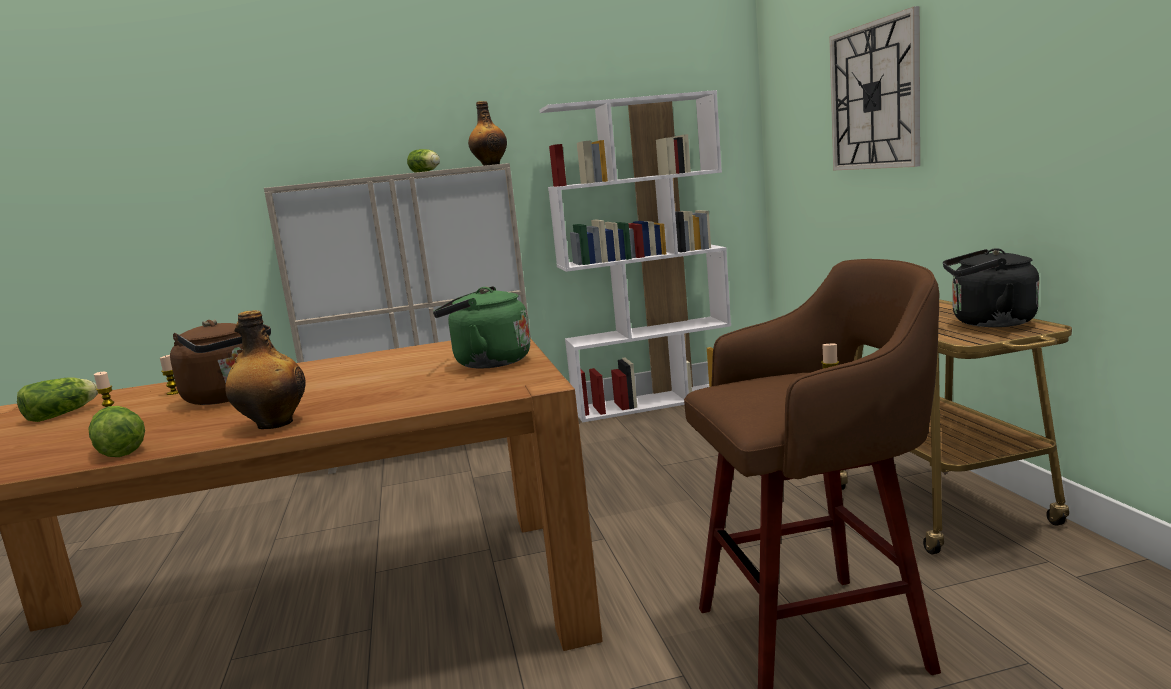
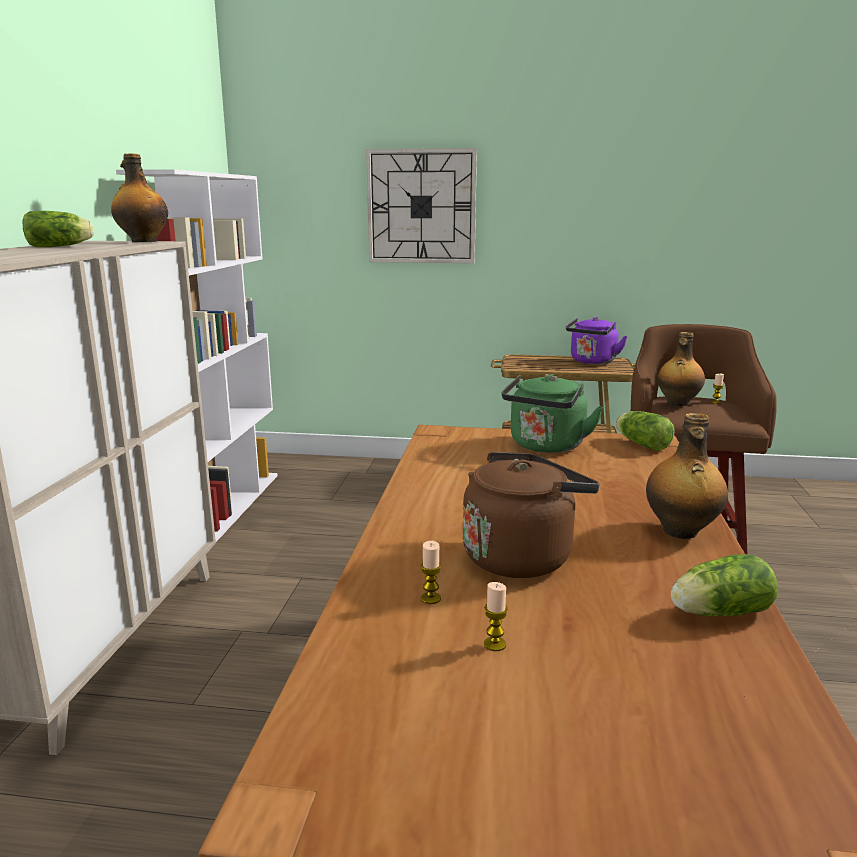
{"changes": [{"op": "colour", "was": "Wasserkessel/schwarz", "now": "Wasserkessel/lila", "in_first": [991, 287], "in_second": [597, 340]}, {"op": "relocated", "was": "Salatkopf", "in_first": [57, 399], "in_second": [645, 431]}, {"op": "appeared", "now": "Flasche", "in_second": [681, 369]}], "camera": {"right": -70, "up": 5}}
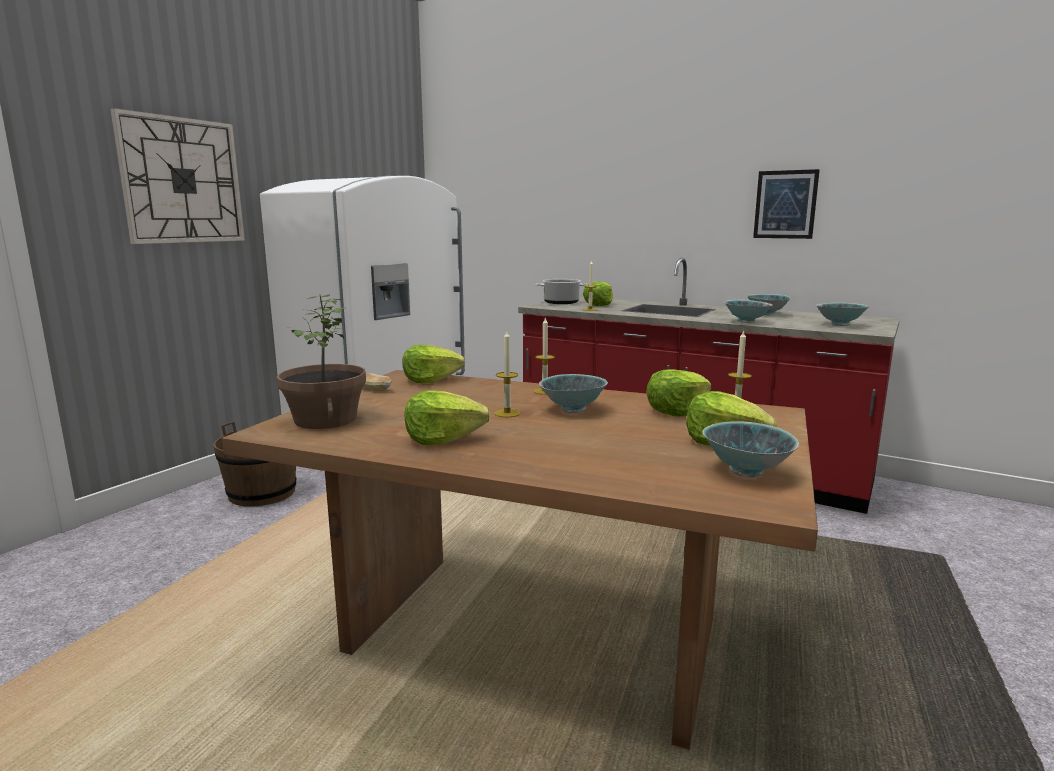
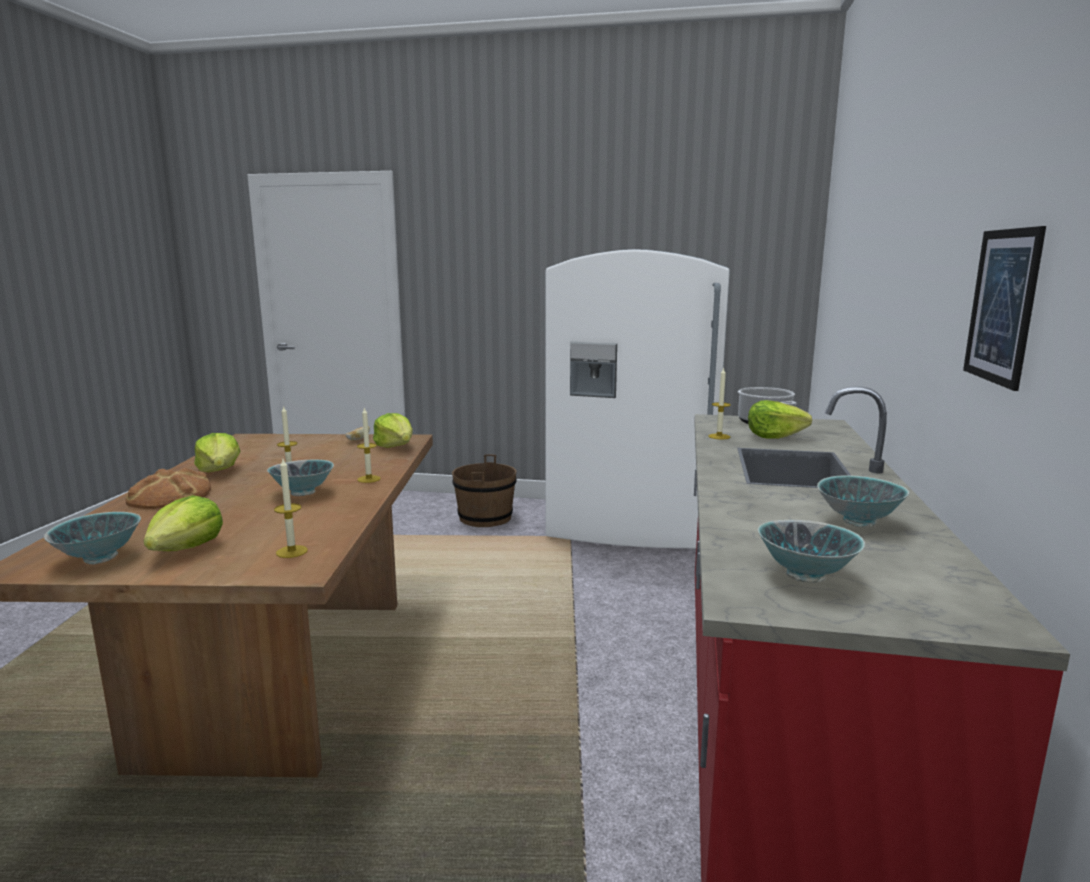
{"changes": [{"op": "appeared", "now": "Brot", "in_second": [168, 488]}, {"op": "missing", "was": "Wanduhr", "in_first": [177, 176]}, {"op": "missing", "was": "Topfpflanze", "in_first": [321, 362]}, {"op": "missing", "was": "Salatkopf", "in_first": [678, 393]}, {"op": "missing", "was": "Schüssel", "in_first": [748, 311]}], "camera": {"right": 70, "up": 0}}
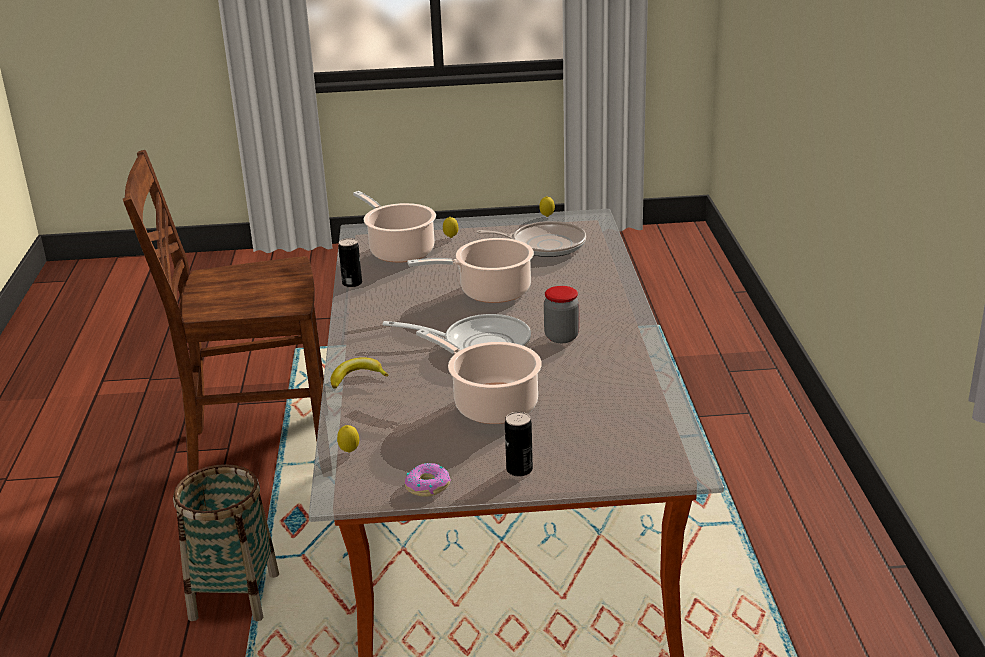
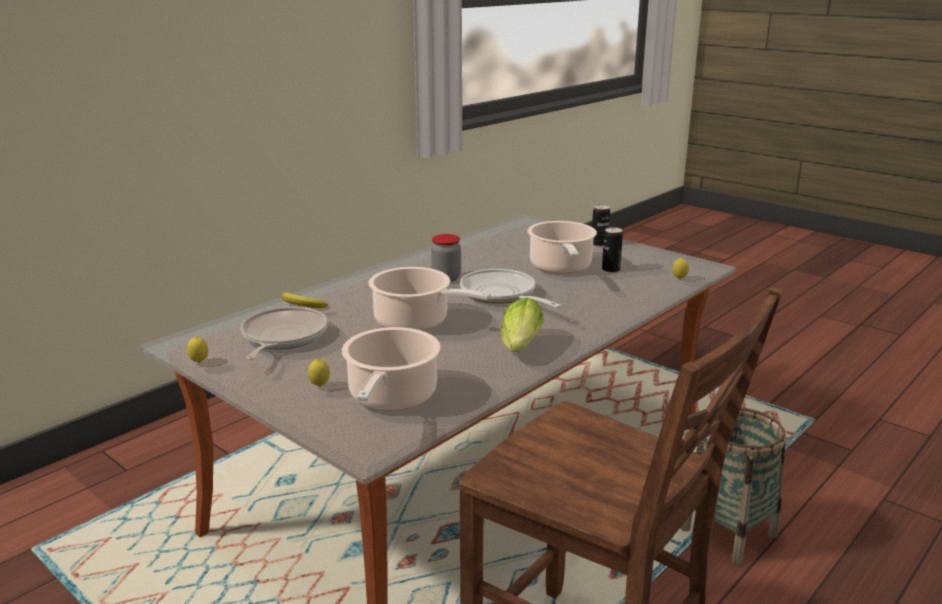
{"changes": [{"op": "spun", "was": "Pfanne", "in_first": [531, 239], "in_second": [284, 333], "clockwise": 45}, {"op": "relocated", "was": "Banane", "in_first": [359, 373], "in_second": [305, 300]}, {"op": "appeared", "now": "Salatkopf", "in_second": [522, 324]}, {"op": "relocated", "was": "Dose", "in_first": [350, 263], "in_second": [612, 250]}, {"op": "missing", "was": "Donut", "in_first": [428, 480]}], "camera": {"right": -135, "up": -5}}
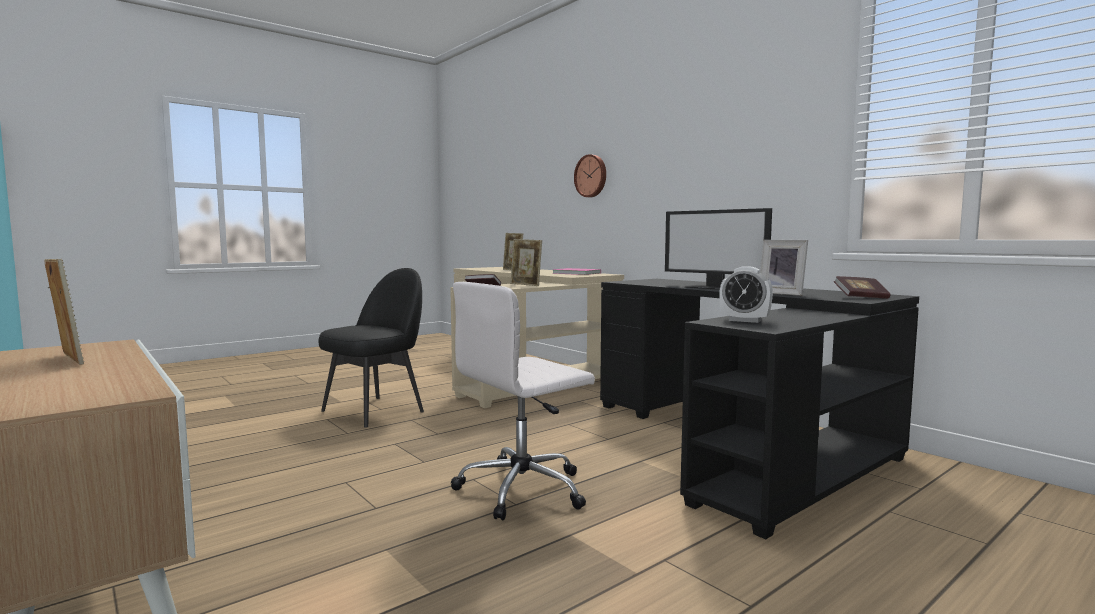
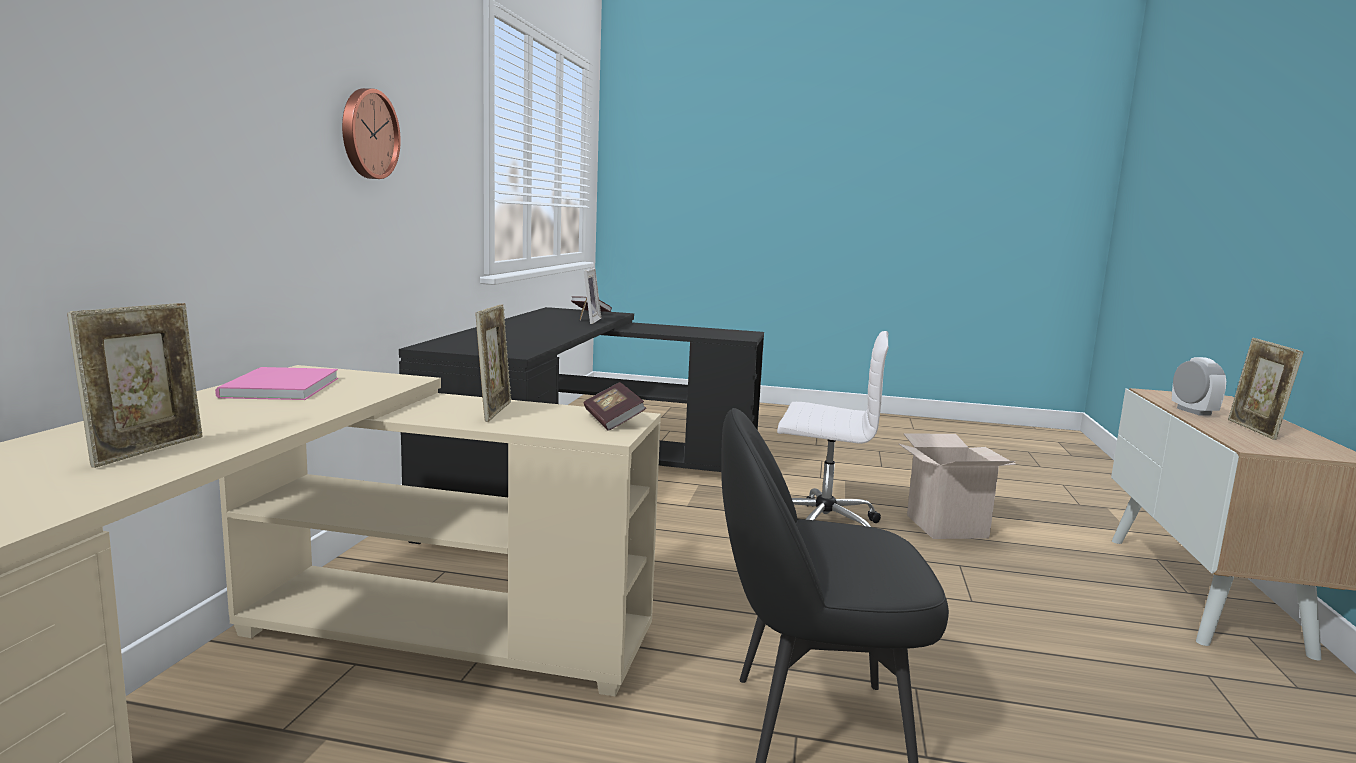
{"changes": [{"op": "relocated", "was": "Wanduhr", "in_first": [590, 175], "in_second": [371, 133]}, {"op": "appeared", "now": "Karton", "in_second": [957, 486]}, {"op": "relocated", "was": "Wecker", "in_first": [746, 294], "in_second": [1199, 386]}, {"op": "missing", "was": "Monitor", "in_first": [718, 249]}], "camera": {"right": -130, "up": 5}}
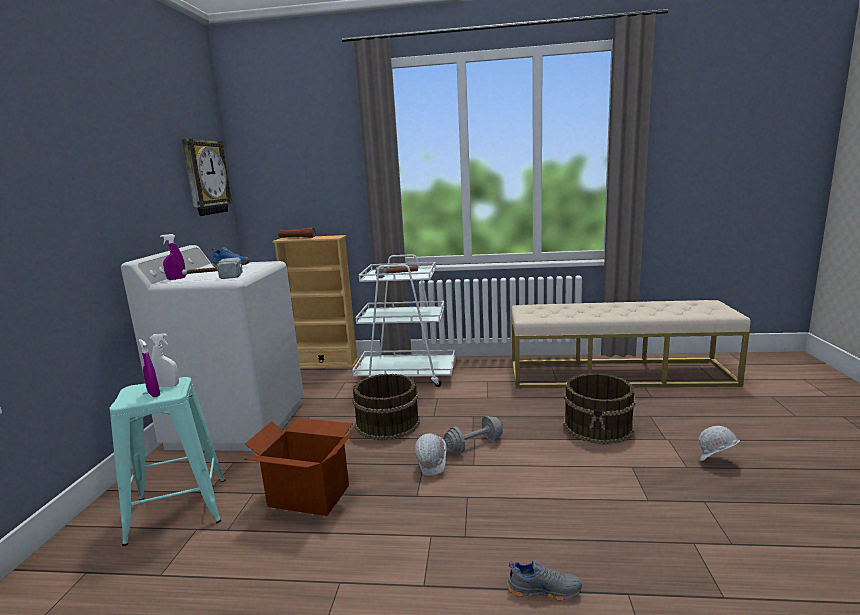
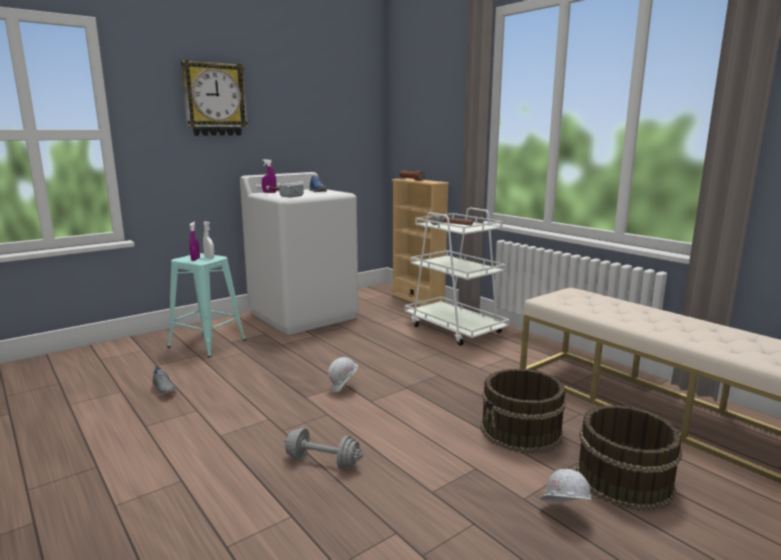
{"changes": [{"op": "relocated", "was": "Schuh/grau", "in_first": [544, 581], "in_second": [164, 380]}, {"op": "relocated", "was": "Wanduhr", "in_first": [207, 177], "in_second": [214, 98]}, {"op": "relocated", "was": "Hantel/grau", "in_first": [473, 434], "in_second": [323, 448]}, {"op": "relocated", "was": "Eimer/braun", "in_first": [386, 407], "in_second": [629, 458]}, {"op": "missing", "was": "Karton", "in_first": [300, 467]}], "camera": {"right": 45, "up": 0}}
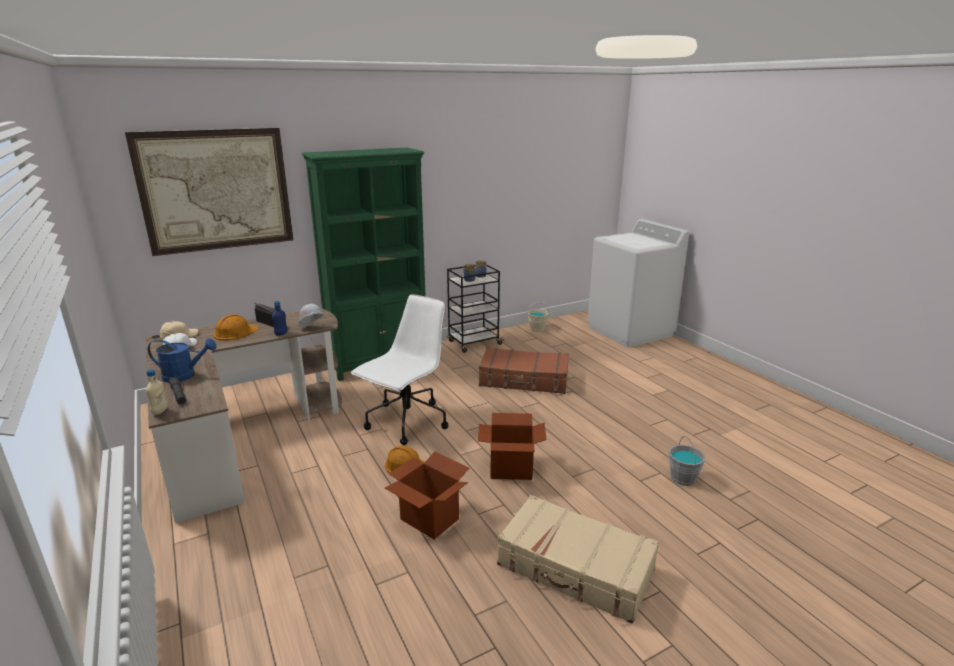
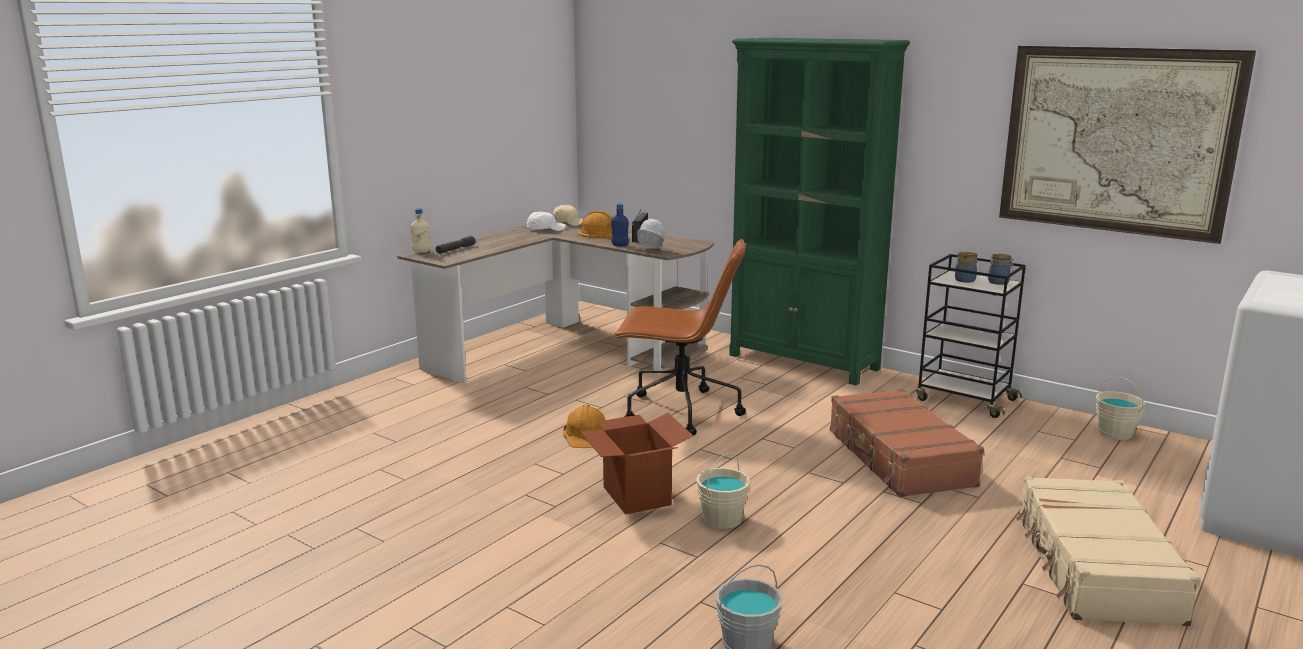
{"changes": [{"op": "colour", "was": "Bürostuhl/weiß", "now": "Bürostuhl/braun", "in_first": [399, 369], "in_second": [680, 337]}, {"op": "appeared", "now": "Eimer/beige", "in_second": [723, 490]}, {"op": "relocated", "was": "Bild", "in_first": [209, 192], "in_second": [1127, 145]}, {"op": "relocated", "was": "Koffer/beige", "in_first": [578, 559], "in_second": [1108, 551]}, {"op": "missing", "was": "Gießkanne/blau", "in_first": [182, 360]}, {"op": "missing", "was": "Karton", "in_first": [427, 495]}], "camera": {"right": 65, "up": -5}}
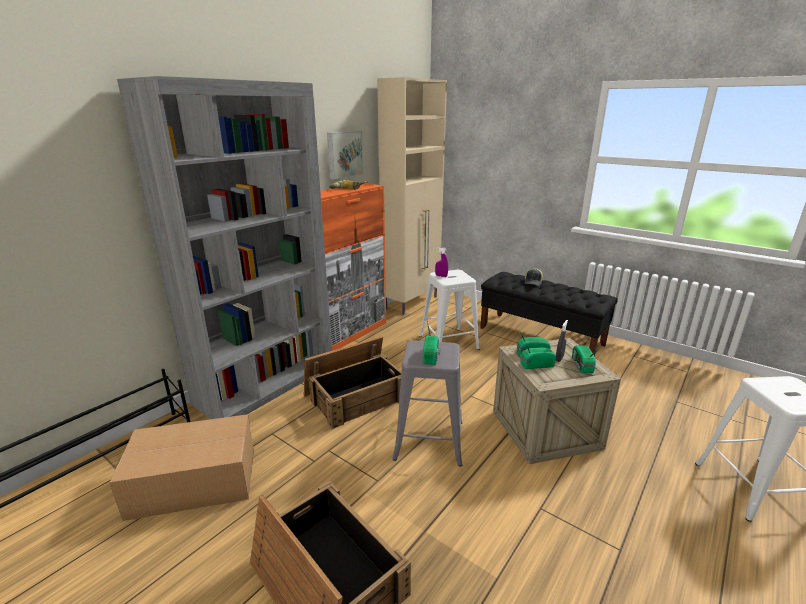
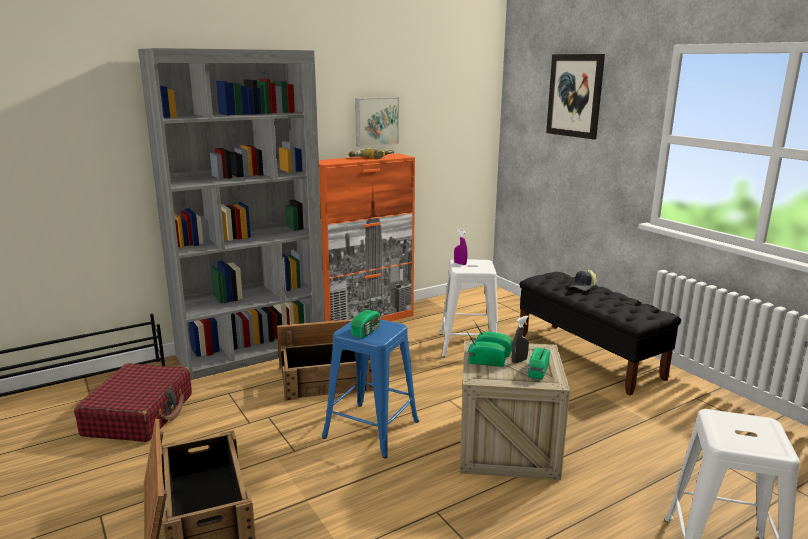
{"changes": [{"op": "exchanged", "was": "Karton", "now": "Koffer/rot", "in_first": [181, 467], "in_second": [133, 402]}, {"op": "colour", "was": "Hocker/grau", "now": "Hocker/blau", "in_first": [427, 403], "in_second": [370, 388]}, {"op": "appeared", "now": "Bild", "in_second": [575, 96]}, {"op": "missing", "was": "Schrank/beige", "in_first": [412, 196]}], "camera": {"right": 20, "up": -5}}
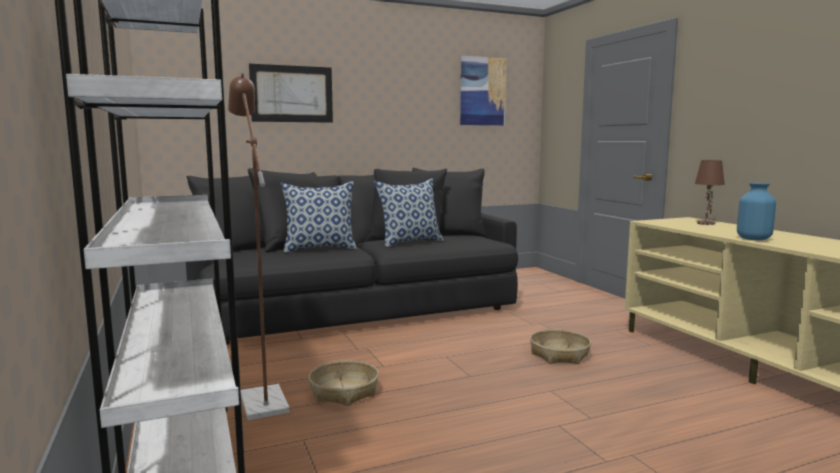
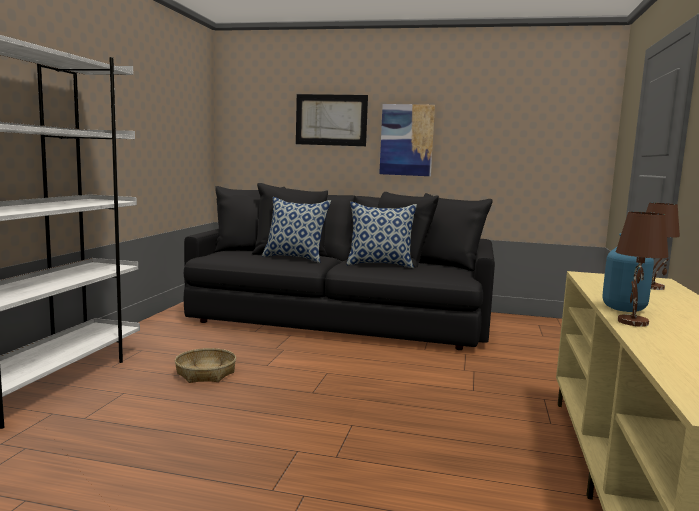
{"changes": [{"op": "relocated", "was": "Bild", "in_first": [483, 90], "in_second": [407, 140]}, {"op": "appeared", "now": "Tischlampe/braun", "in_second": [642, 269]}, {"op": "missing", "was": "Stehlampe/braun", "in_first": [259, 246]}, {"op": "missing", "was": "Korb", "in_first": [560, 347]}], "camera": {"right": 35, "up": 0}}
